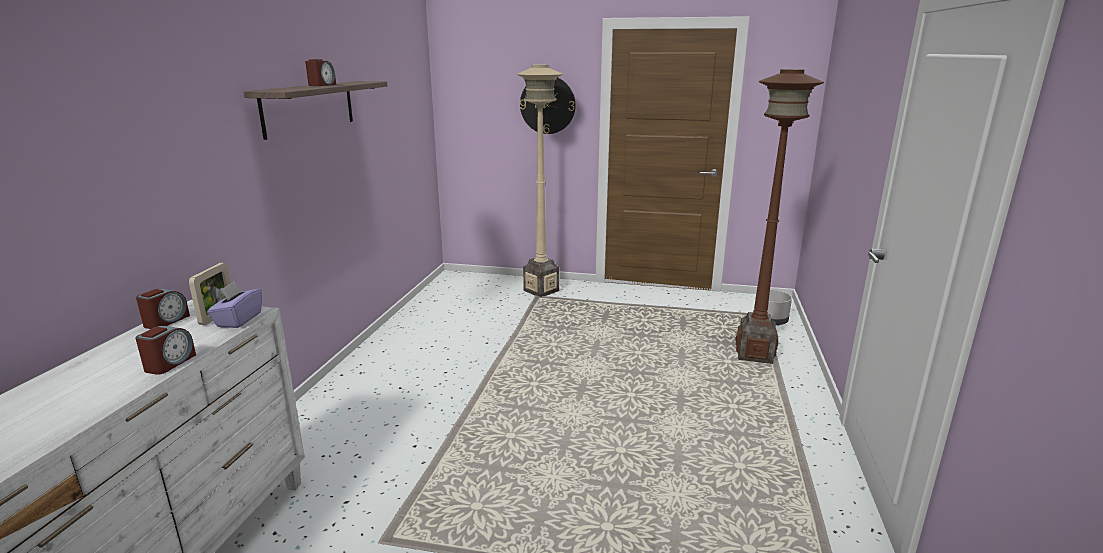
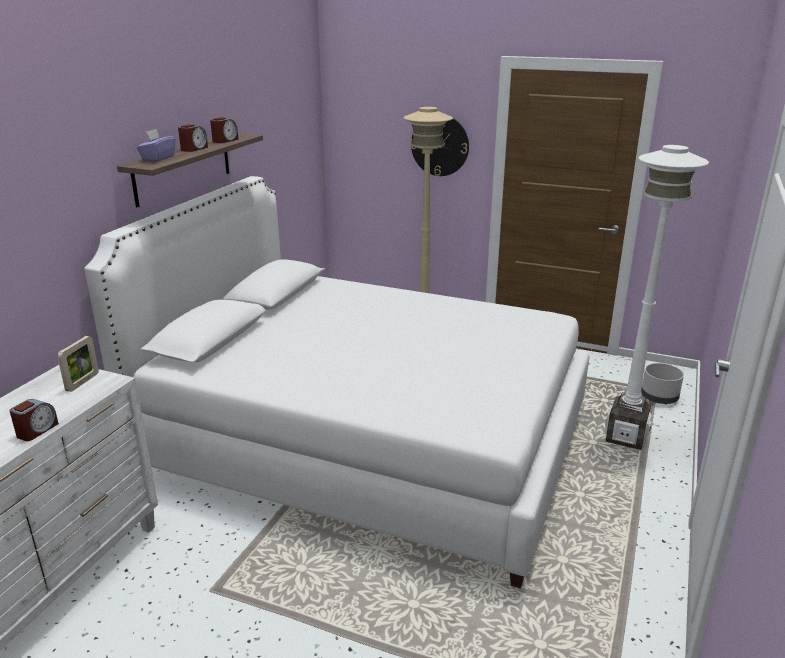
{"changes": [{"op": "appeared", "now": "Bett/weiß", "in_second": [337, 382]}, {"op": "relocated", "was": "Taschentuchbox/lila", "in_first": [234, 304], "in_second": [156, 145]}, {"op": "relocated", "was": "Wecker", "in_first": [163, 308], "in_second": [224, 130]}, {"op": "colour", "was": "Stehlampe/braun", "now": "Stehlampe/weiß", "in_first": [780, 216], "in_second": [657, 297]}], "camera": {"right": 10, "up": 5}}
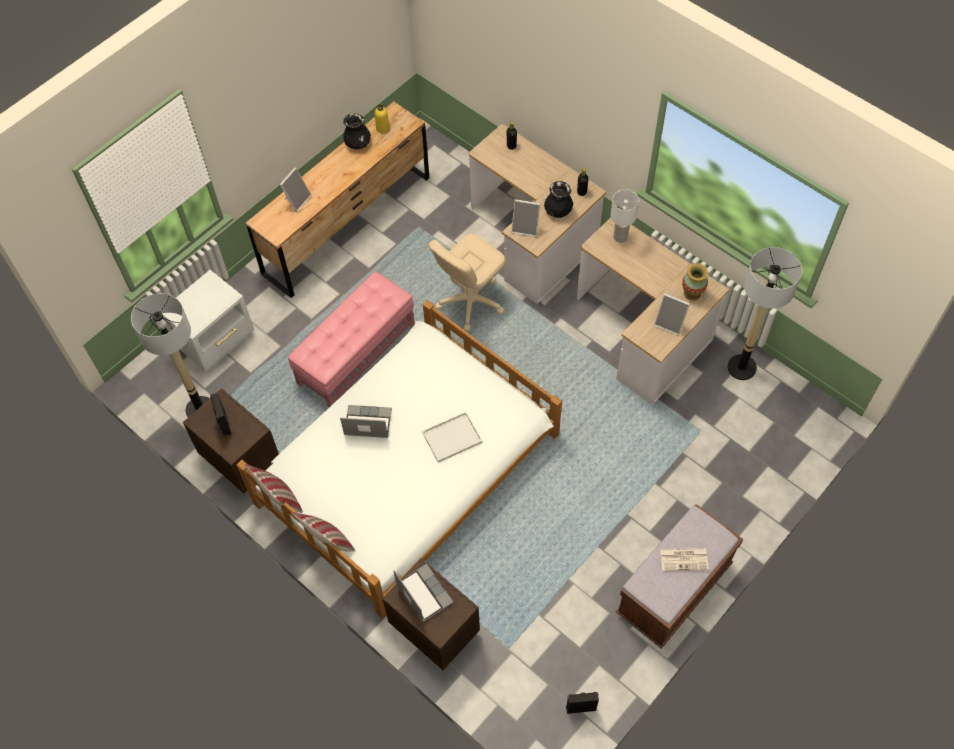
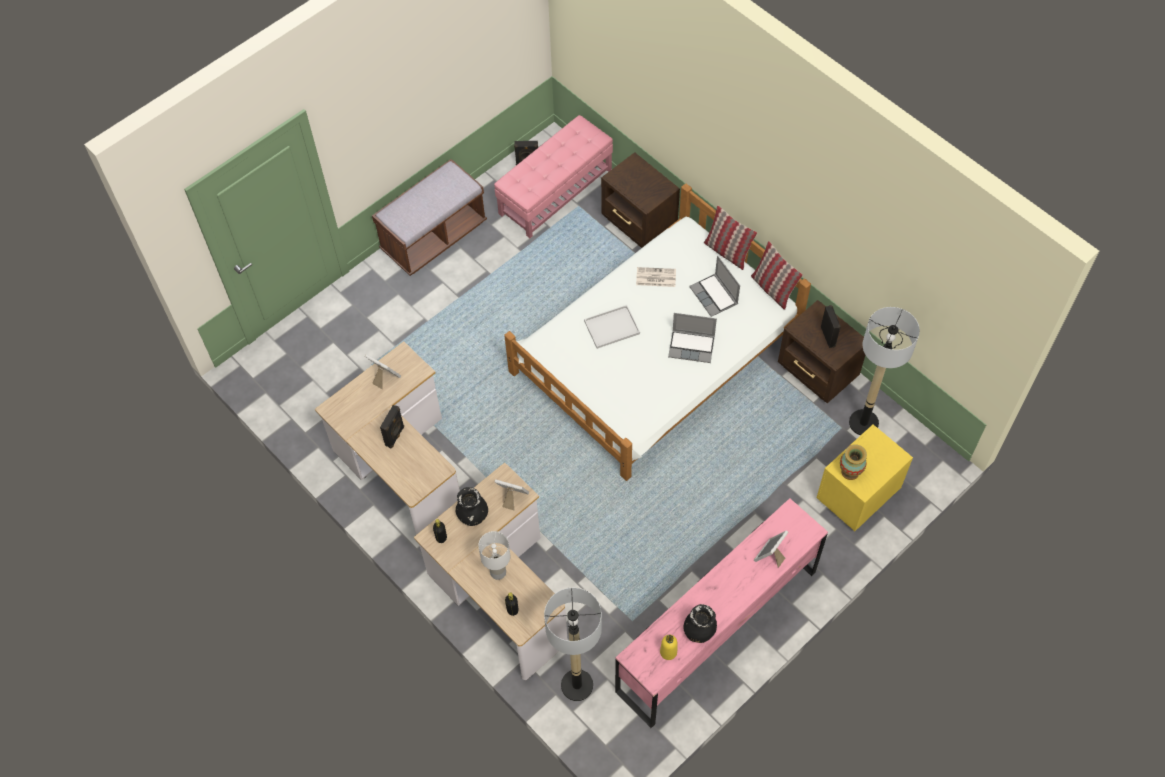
{"changes": [{"op": "appeared", "now": "Lautsprecher/schwarz", "in_second": [392, 426]}, {"op": "relocated", "was": "Tischlampe/weiß", "in_first": [625, 216], "in_second": [494, 555]}, {"op": "relocated", "was": "Polsterhocker/rosa", "in_first": [351, 339], "in_second": [553, 176]}, {"op": "relocated", "was": "Stehlampe", "in_first": [764, 313], "in_second": [573, 644]}, {"op": "colour", "was": "Kommode/braun", "now": "Kommode/rosa", "in_first": [337, 200], "in_second": [721, 613]}, {"op": "relocated", "was": "Zeitung", "in_first": [684, 559], "in_second": [656, 277]}, {"op": "relocated", "was": "Laptop", "in_first": [423, 593], "in_second": [714, 286]}, {"op": "colour", "was": "Nachttisch/weiß", "now": "Nachttisch/gelb", "in_first": [208, 321], "in_second": [865, 477]}, {"op": "relocated", "was": "Vase", "in_first": [695, 281], "in_second": [853, 462]}, {"op": "missing", "was": "Bürostuhl/beige", "in_first": [467, 282]}], "camera": {"right": -175, "up": 0}}
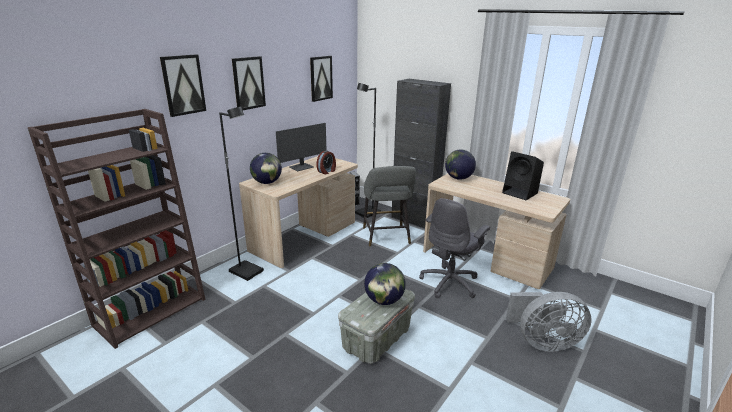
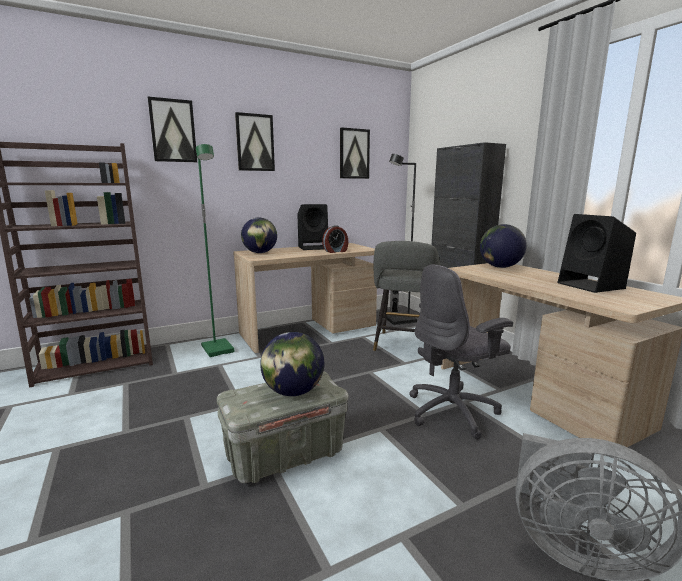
{"changes": [{"op": "colour", "was": "Stehlampe/schwarz", "now": "Stehlampe/grün", "in_first": [241, 194], "in_second": [215, 250]}, {"op": "exchanged", "was": "Monitor", "now": "Lautsprecher/schwarz", "in_first": [301, 147], "in_second": [312, 227]}], "camera": {"right": 25, "up": -10}}
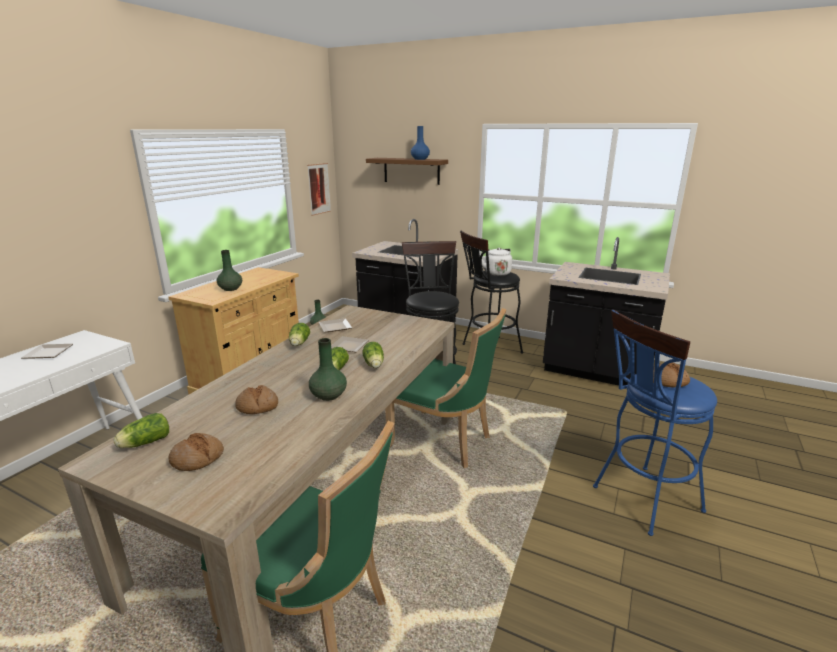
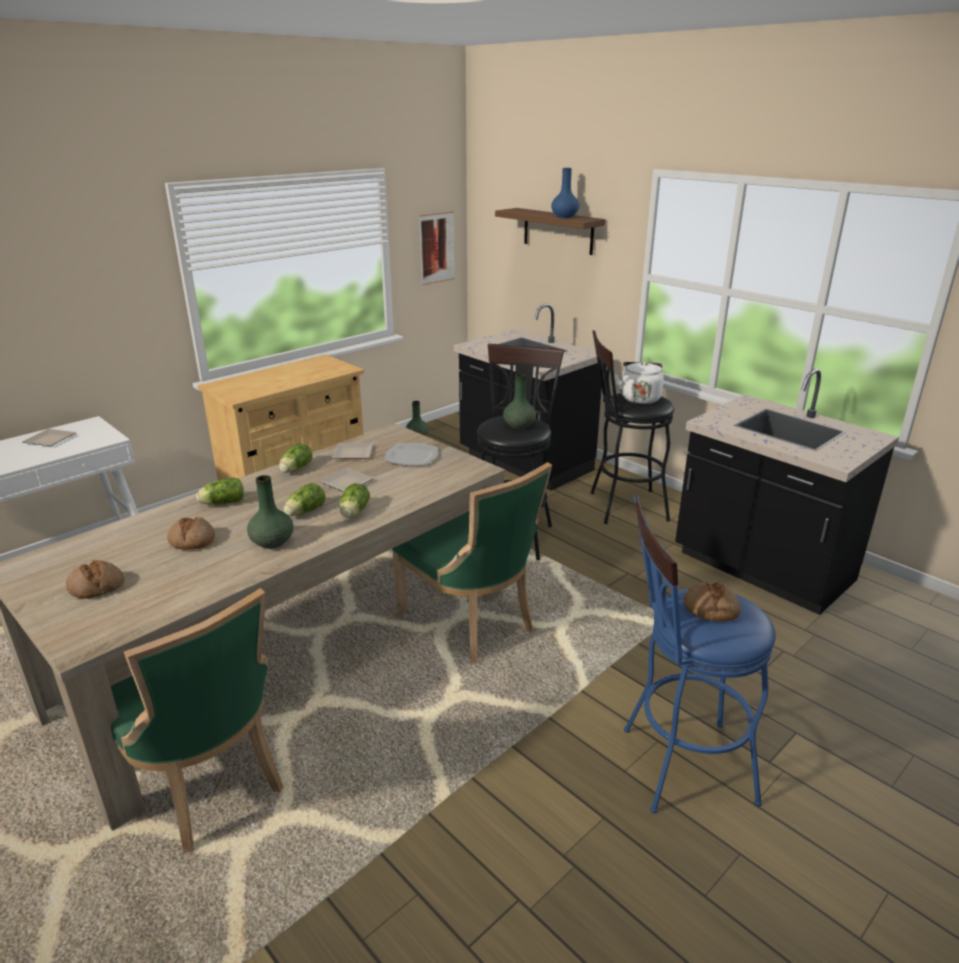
{"changes": [{"op": "relocated", "was": "Salatkopf", "in_first": [141, 430], "in_second": [220, 491]}, {"op": "appeared", "now": "Teller", "in_second": [411, 454]}, {"op": "relocated", "was": "Vase/grün", "in_first": [229, 270], "in_second": [519, 401]}], "camera": {"right": 20, "up": 5}}
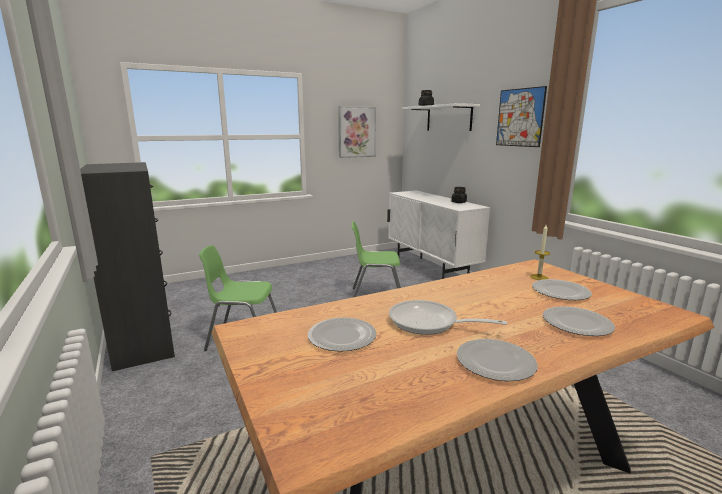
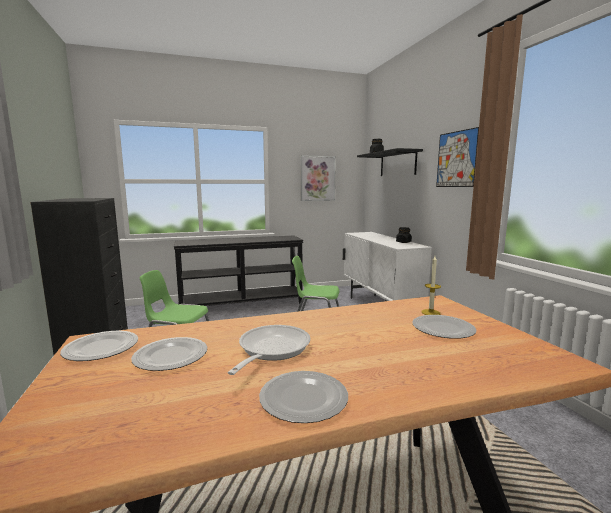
{"changes": [{"op": "relocated", "was": "Teller", "in_first": [579, 321], "in_second": [99, 346]}, {"op": "appeared", "now": "Konsolentisch/schwarz", "in_second": [238, 270]}, {"op": "spun", "was": "Pfanne", "in_first": [448, 317], "in_second": [269, 350], "clockwise": 75}, {"op": "colour", "was": "Wandregal/weiß", "now": "Wandregal/schwarz", "in_first": [441, 117], "in_second": [390, 162]}], "camera": {"right": 10, "up": -5}}
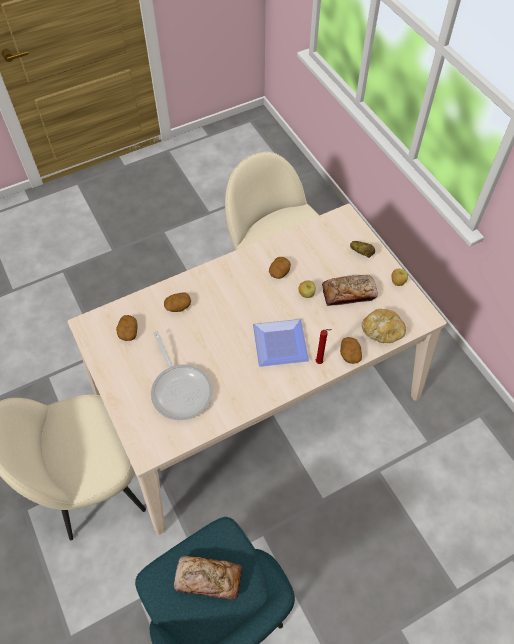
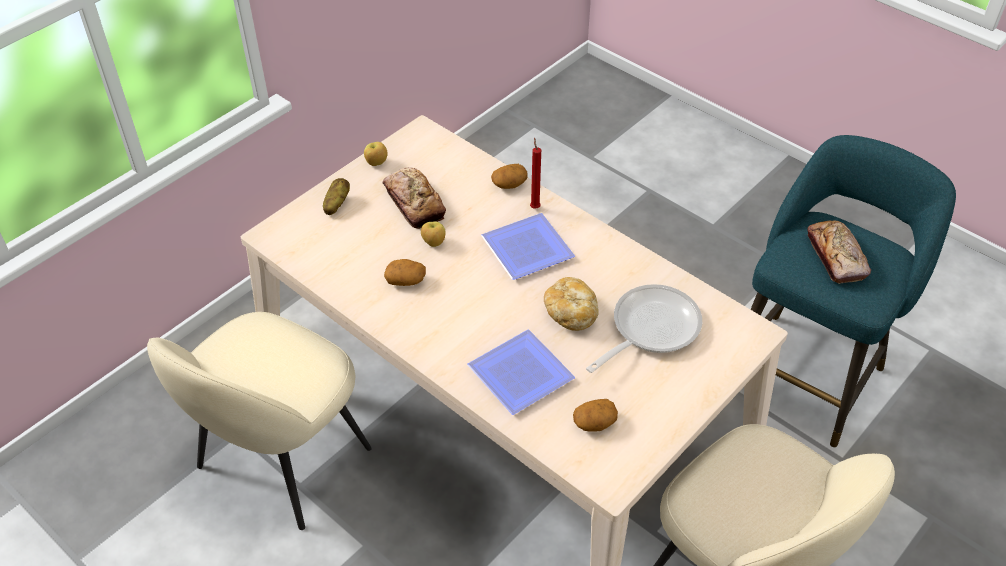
{"changes": [{"op": "exchanged", "was": "Kartoffel", "now": "Teller", "in_first": [177, 302], "in_second": [521, 372]}, {"op": "relocated", "was": "Brot", "in_first": [384, 326], "in_second": [571, 304]}], "camera": {"right": -110, "up": -10}}
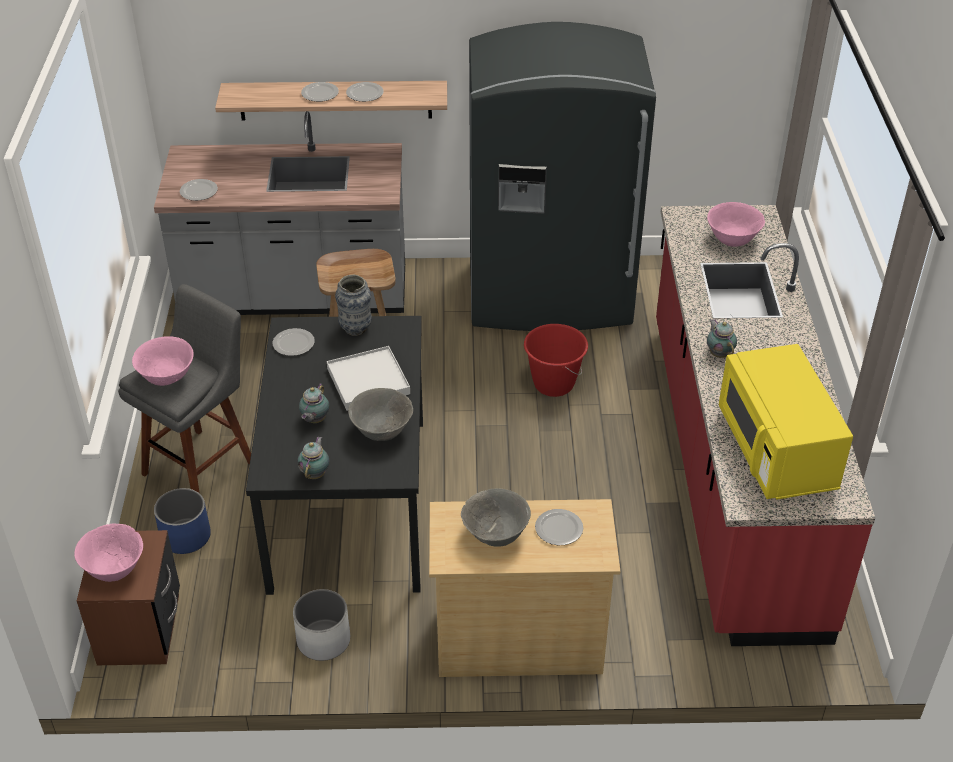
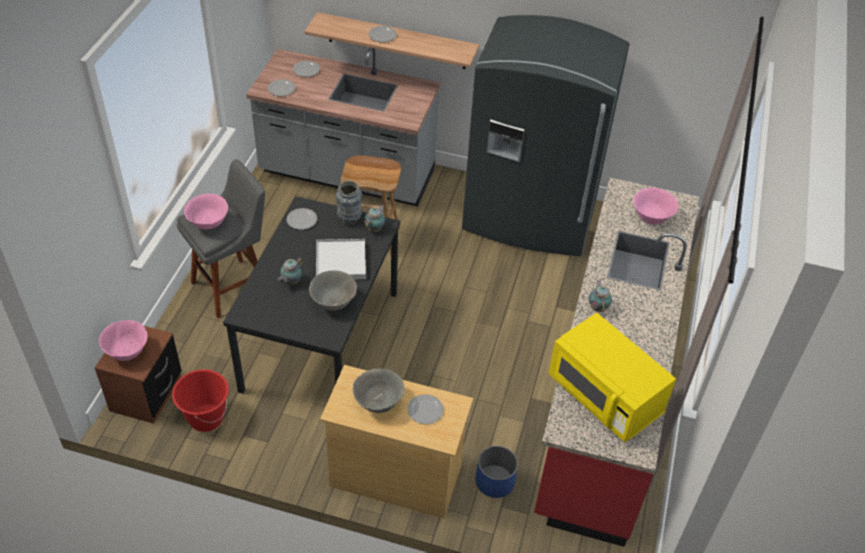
{"changes": [{"op": "relocated", "was": "Eimer/rot", "in_first": [556, 360], "in_second": [200, 400]}, {"op": "relocated", "was": "Teller", "in_first": [365, 92], "in_second": [306, 69]}, {"op": "relocated", "was": "Teekanne", "in_first": [313, 458], "in_second": [374, 218]}, {"op": "relocated", "was": "Pflanzkübel/blau", "in_first": [182, 521], "in_second": [497, 472]}, {"op": "spun", "was": "Mikrowelle/gelb", "in_first": [786, 422], "in_second": [612, 377], "clockwise": -45}, {"op": "missing", "was": "Pflanzkübel/weiß", "in_first": [321, 625]}], "camera": {"right": 15, "up": 5}}
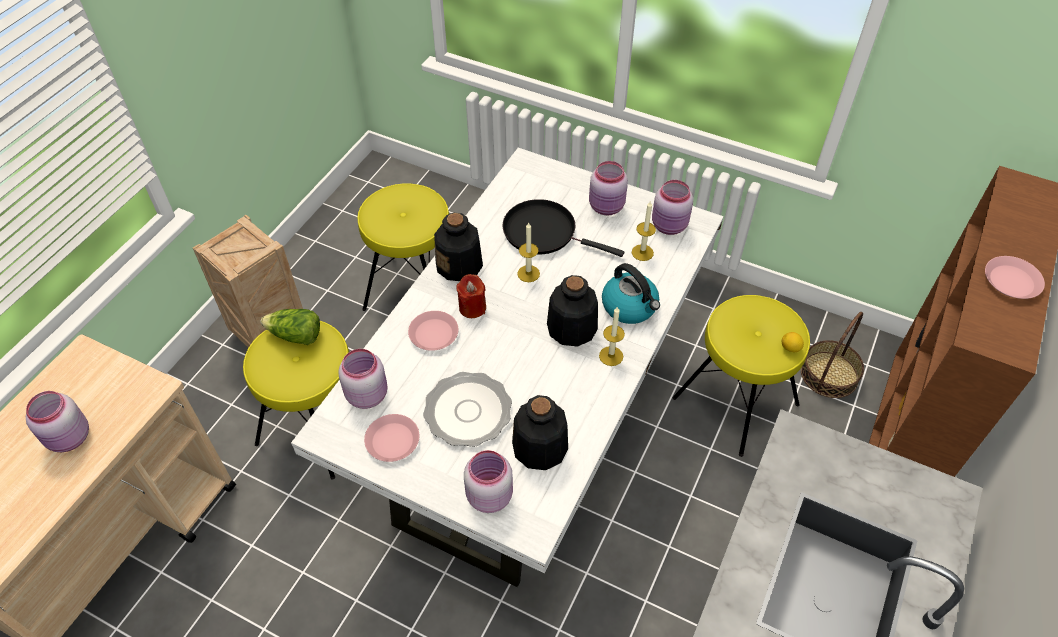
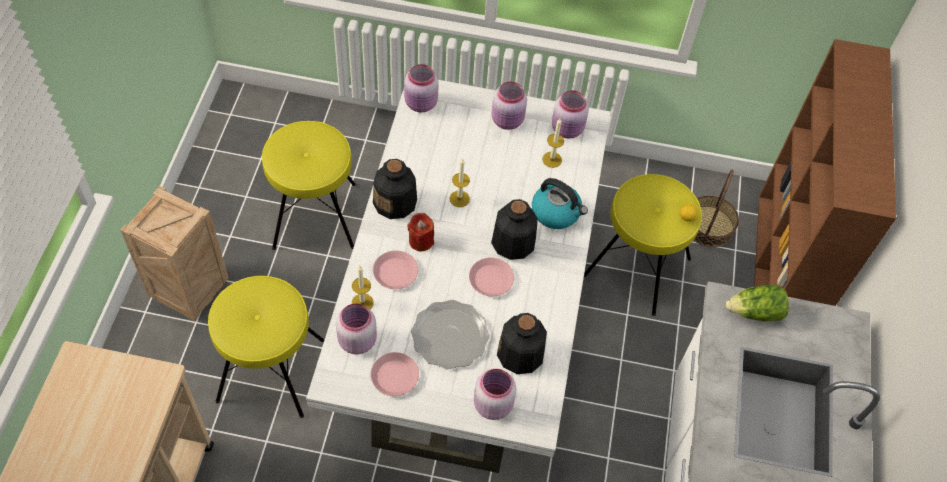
{"changes": [{"op": "relocated", "was": "Kerze", "in_first": [612, 336], "in_second": [363, 287]}, {"op": "relocated", "was": "Vorratsglas/rosa", "in_first": [57, 421], "in_second": [421, 88]}, {"op": "relocated", "was": "Teller/rosa", "in_first": [1015, 277], "in_second": [491, 276]}, {"op": "relocated", "was": "Salatkopf", "in_first": [290, 327], "in_second": [757, 303]}, {"op": "missing", "was": "Pfanne/schwarz", "in_first": [563, 228]}], "camera": {"right": -20, "up": 5}}
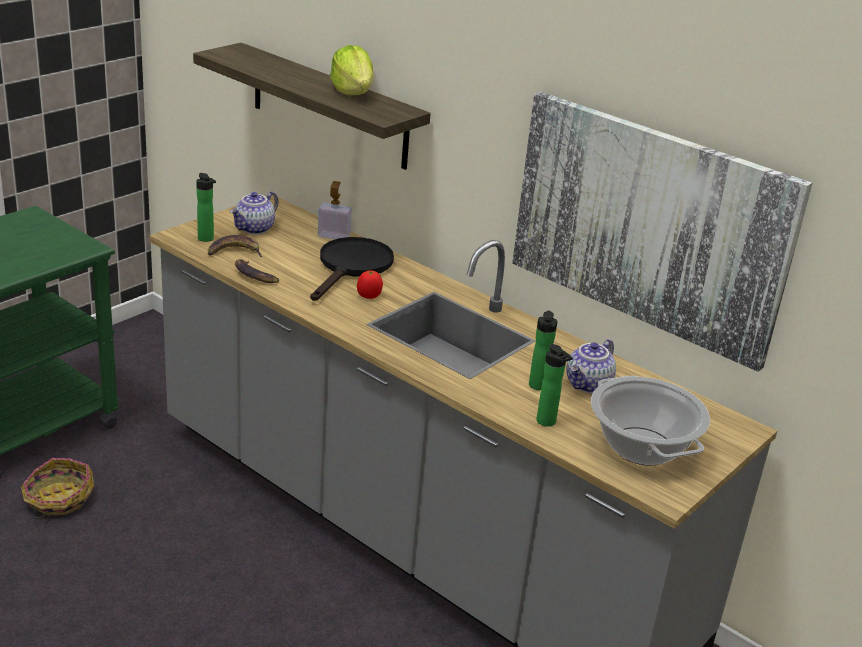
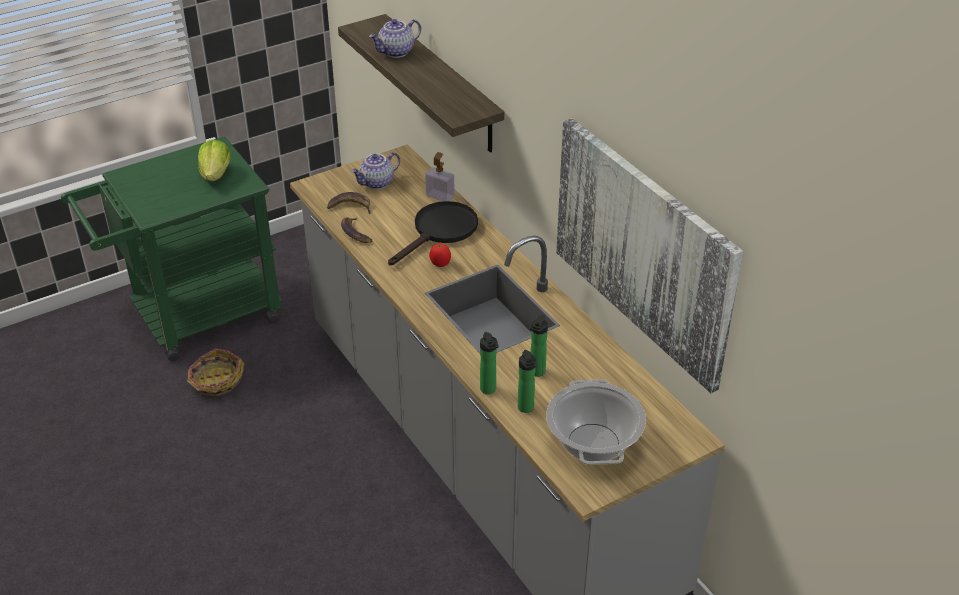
{"changes": [{"op": "relocated", "was": "Salatkopf", "in_first": [351, 70], "in_second": [214, 160]}, {"op": "relocated", "was": "Teekanne", "in_first": [591, 366], "in_second": [395, 38]}, {"op": "relocated", "was": "Flasche", "in_first": [206, 207], "in_second": [489, 363]}], "camera": {"right": 20, "up": 10}}
